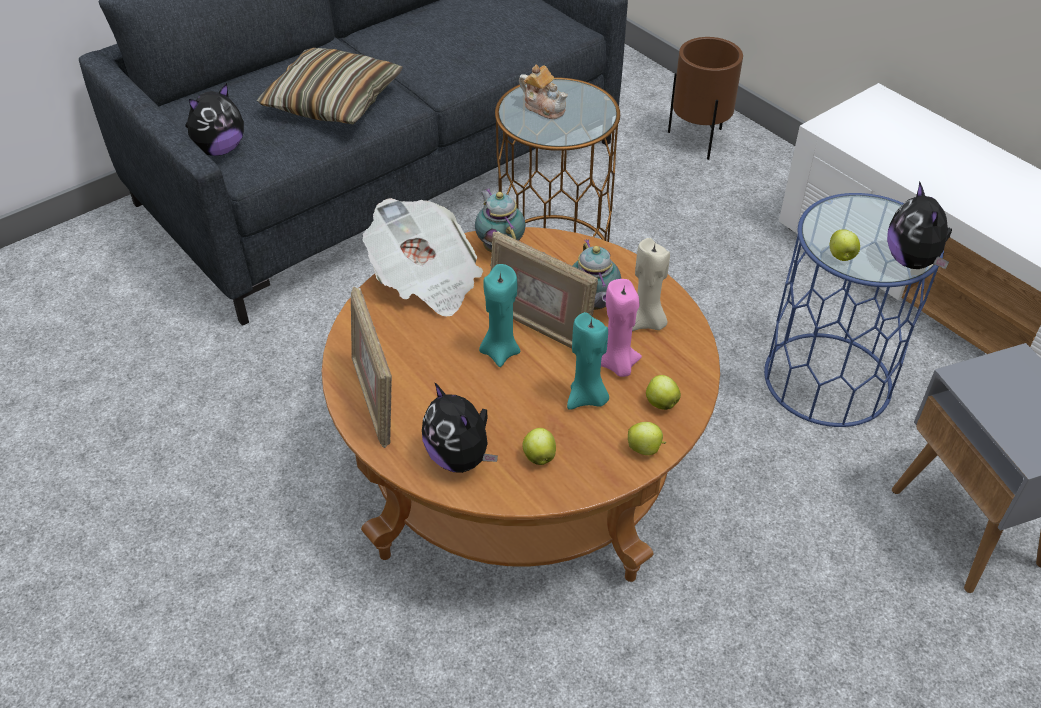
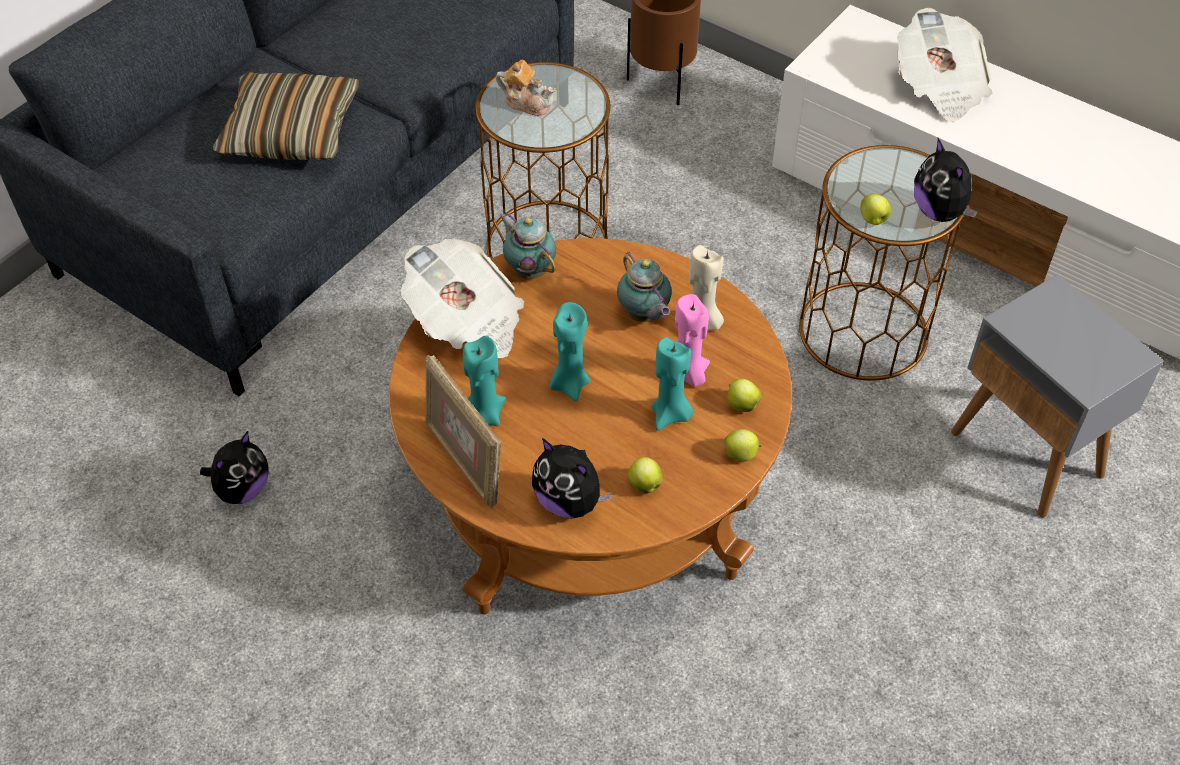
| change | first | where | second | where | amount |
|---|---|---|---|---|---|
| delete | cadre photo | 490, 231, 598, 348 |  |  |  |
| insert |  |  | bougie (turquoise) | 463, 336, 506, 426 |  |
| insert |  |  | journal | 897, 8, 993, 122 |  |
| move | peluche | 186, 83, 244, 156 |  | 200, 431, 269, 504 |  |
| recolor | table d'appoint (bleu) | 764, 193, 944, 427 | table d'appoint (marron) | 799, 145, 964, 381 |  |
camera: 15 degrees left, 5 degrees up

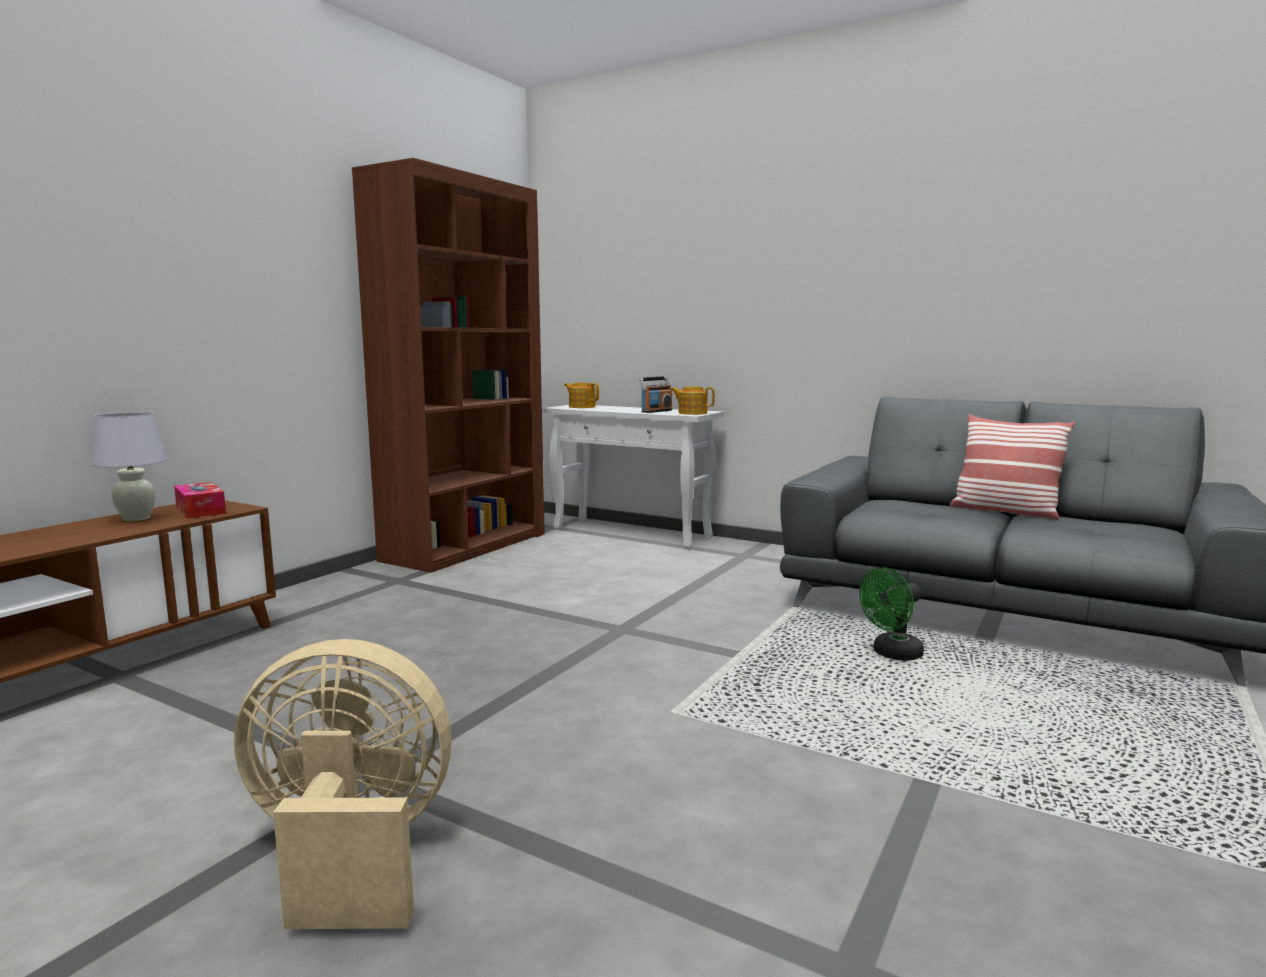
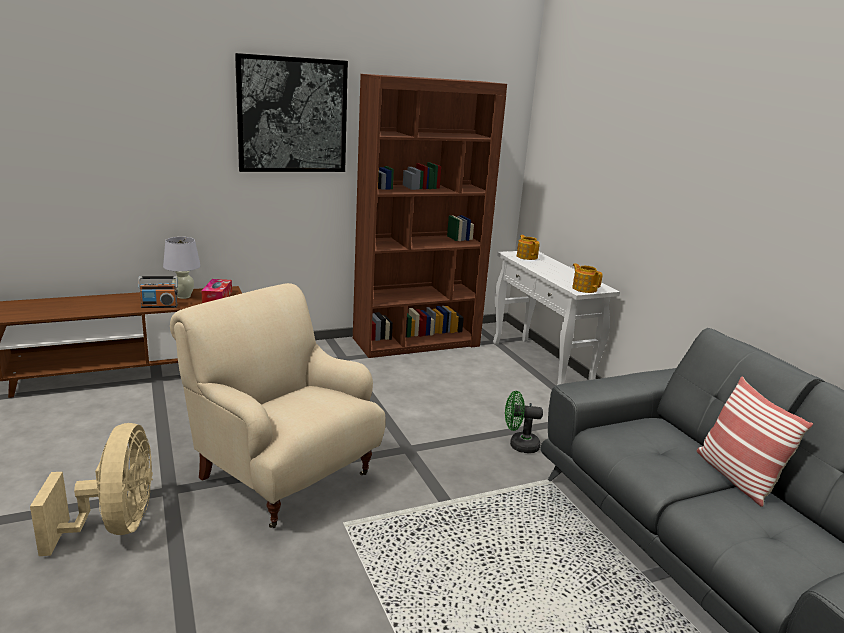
| change | first | where | second | where | amount |
|---|---|---|---|---|---|
| insert |  |  | fauteuil (beige) | 170, 283, 386, 528 |  |
| insert |  |  | tableau | 235, 53, 348, 172 |  |
| move | radio | 639, 376, 672, 413 |  | 138, 276, 178, 308 |  |
| move | ventilateur (vert) | 860, 567, 924, 661 |  | 505, 391, 543, 453 |  |
| rotate | ventilateur (beige) | 234, 639, 452, 929 |  | 30, 423, 153, 556 | 45 degrees clockwise |
camera: 35 degrees right, 10 degrees up

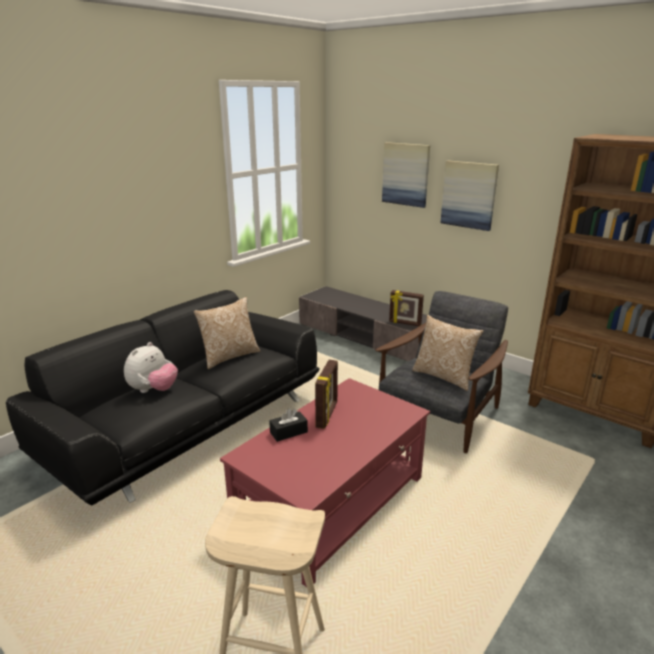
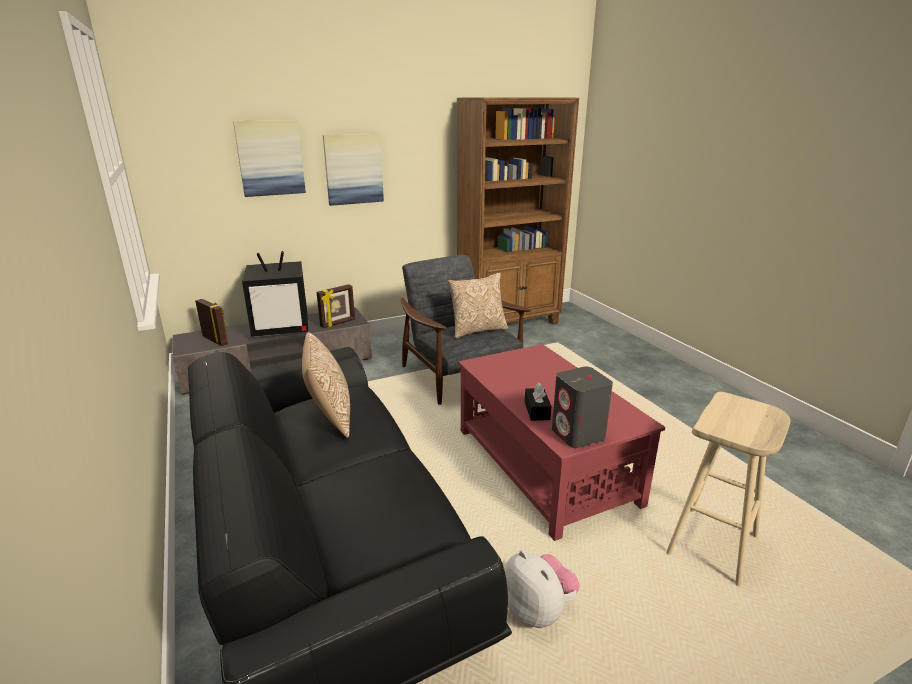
| change | first | where | second | where | amount |
|---|---|---|---|---|---|
| insert |  |  | téléviseur | 242, 251, 308, 337 |  |
| insert |  |  | enceinte (gris) | 552, 367, 613, 448 |  |
| move | peluche | 124, 342, 178, 393 |  | 504, 550, 579, 628 |  |
| move | cadre photo | 315, 360, 338, 429 |  | 195, 299, 229, 346 |  |
camera: 65 degrees left, 0 degrees up

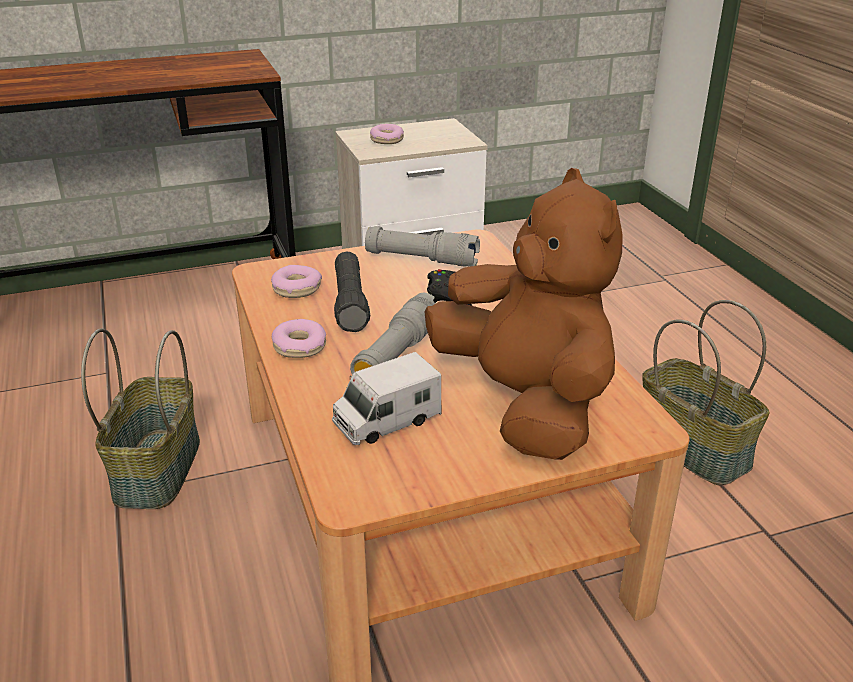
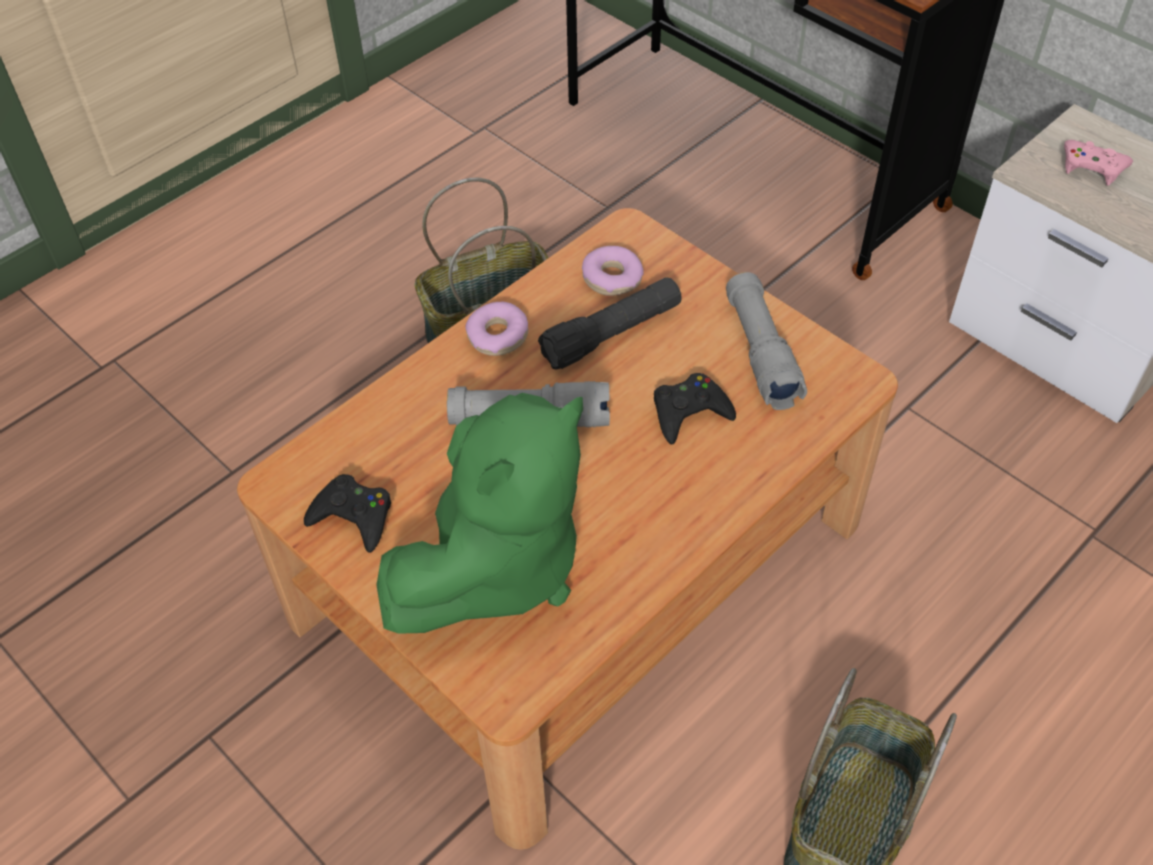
| change | first | where | second | where | amount |
|---|---|---|---|---|---|
| delete | camion jouet | 332, 352, 441, 445 |  |  |  |
| insert |  |  | manette (noir) | 304, 474, 391, 553 |  |
| replace | beignet | 370, 124, 404, 144 | manette (rose) | 1064, 140, 1133, 186 |  |
| recolor | peluche (marron) | 424, 168, 623, 460 | peluche (vert) | 376, 393, 583, 634 |  |
camera: 65 degrees right, 20 degrees up

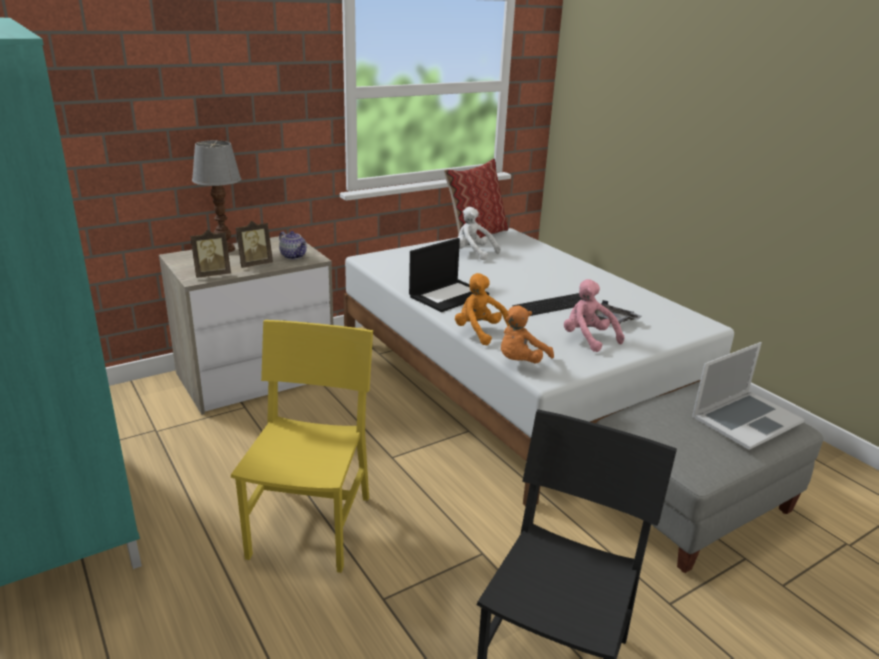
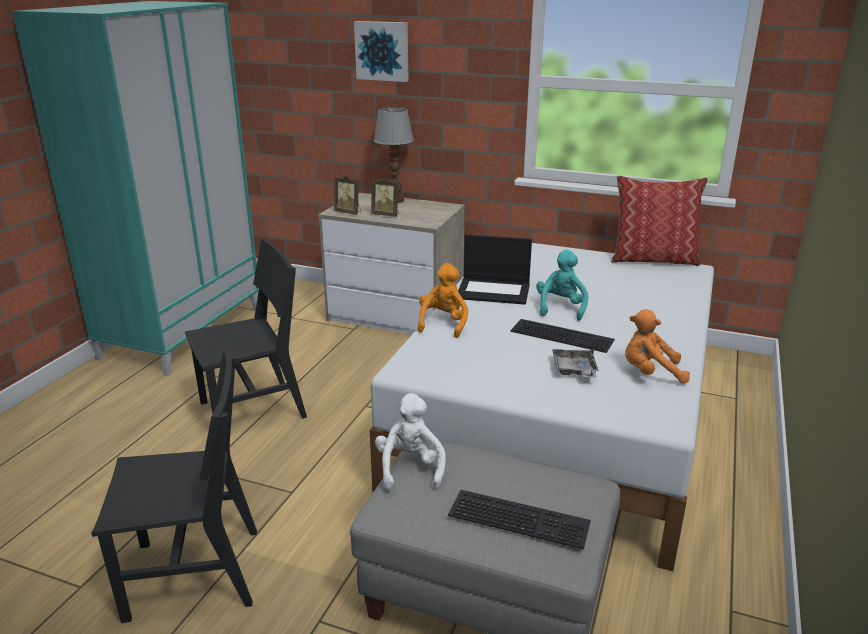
| change | first | where | second | where | amount |
|---|---|---|---|---|---|
| delete | théière | 279, 231, 307, 260 |  |  |  |
| delete | peluche (rose) | 564, 279, 624, 352 |  |  |  |
| insert |  |  | tableau | 354, 21, 409, 82 |  |
| insert |  |  | peluche (turquoise) | 536, 250, 588, 321 |  |
| move | peluche (blanc) | 458, 207, 501, 260 |  | 375, 393, 446, 490 |  |
| move | peluche (orange) | 501, 306, 554, 363 |  | 625, 309, 690, 384 |  |
| replace | ordinateur portable | 692, 342, 804, 450 | clavier | 448, 490, 591, 549 |  |
| recolor | chaise (jaune) | 231, 320, 373, 573 | chaise (noir) | 185, 239, 307, 419 |  |
camera: 55 degrees right, 0 degrees up

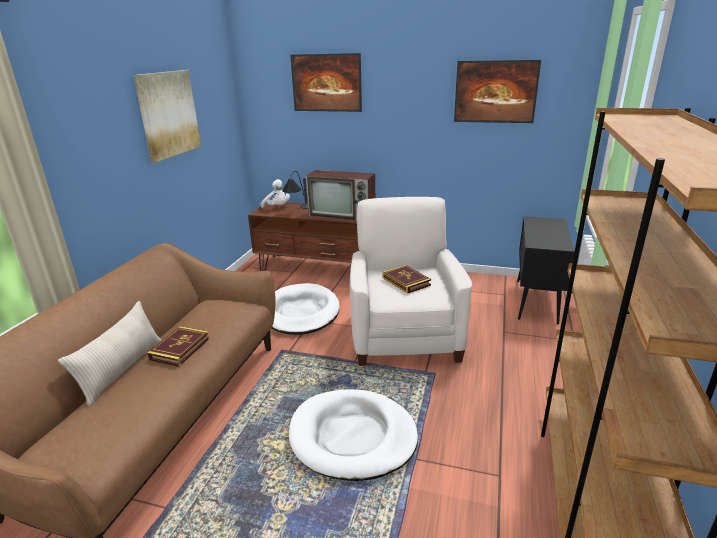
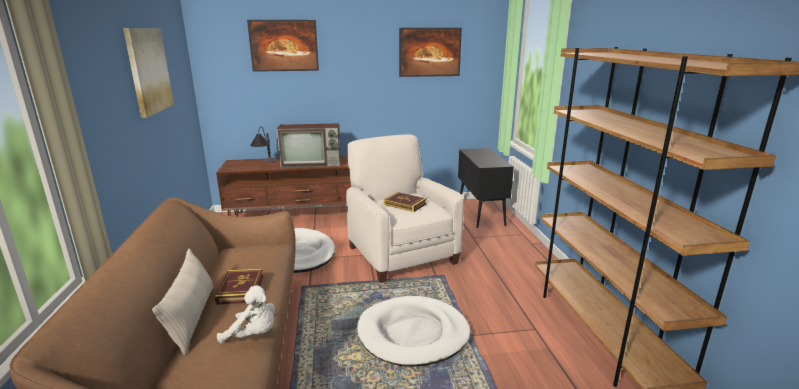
| change | first | where | second | where | amount |
|---|---|---|---|---|---|
| move | peluche (blanc) | 261, 179, 290, 208 |  | 217, 285, 275, 343 |  |
camera: 25 degrees left, 5 degrees down

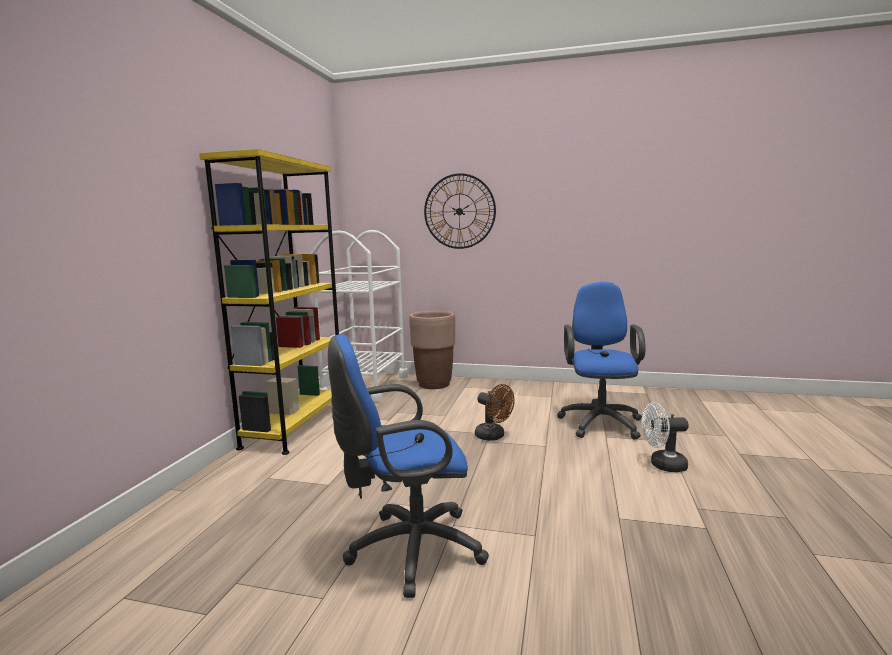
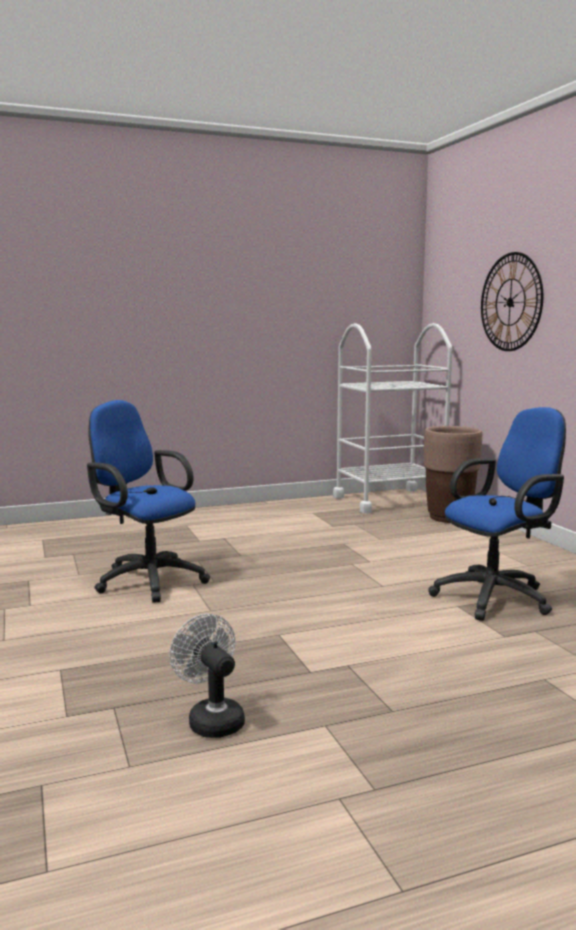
| change | first | where | second | where | amount |
|---|---|---|---|---|---|
| delete | bibliothèque (jaune) | 199, 149, 339, 455 |  |  |  |
| delete | ventilateur (marron) | 475, 384, 515, 441 |  |  |  |
| move | ventilateur (blanc) | 641, 402, 689, 472 |  | 169, 614, 245, 738 |  |
camera: 55 degrees right, 0 degrees up

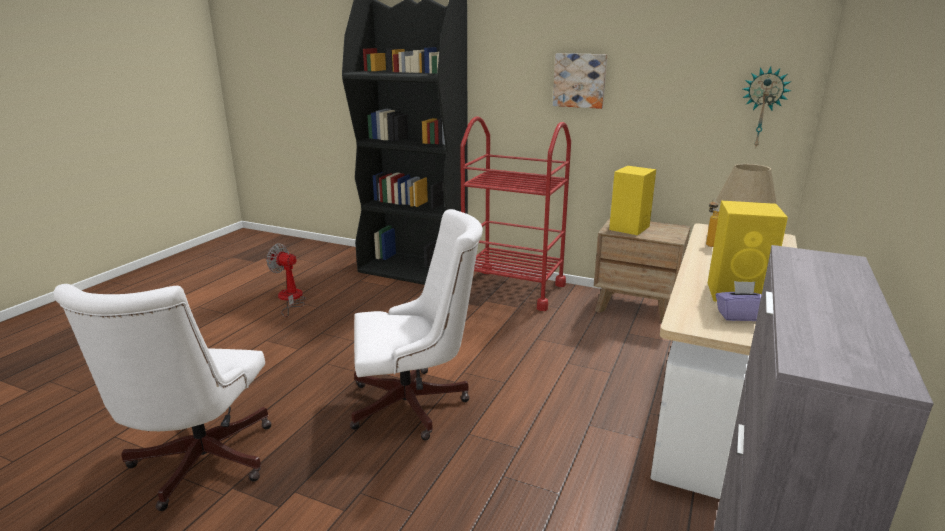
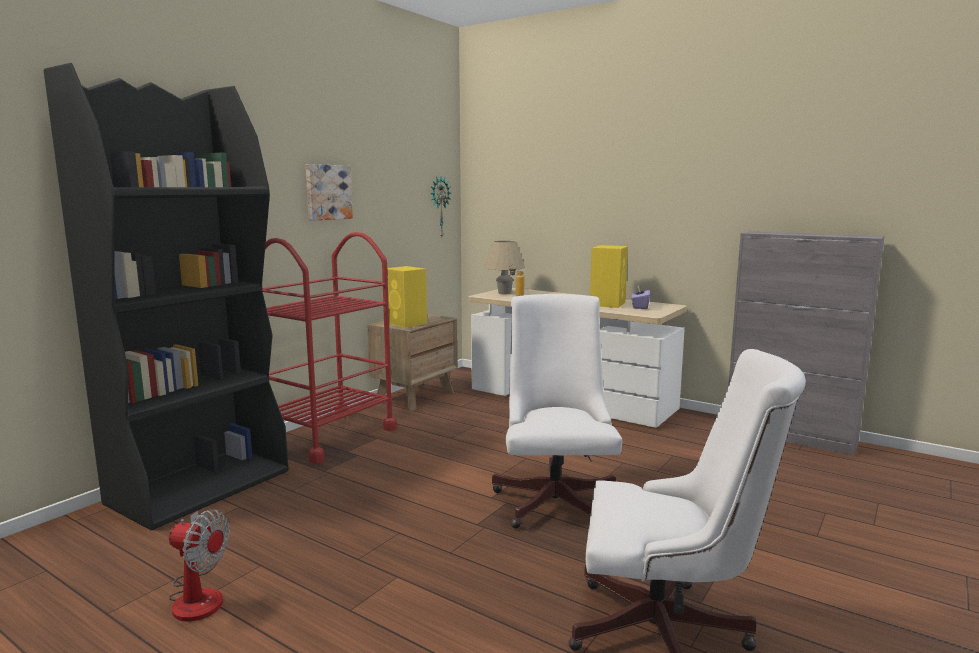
| change | first | where | second | where | amount |
|---|---|---|---|---|---|
| rotate | ventilateur | 266, 243, 306, 317 |  | 169, 509, 230, 622 | 105 degrees counterclockwise |
camera: 80 degrees left, 10 degrees down

